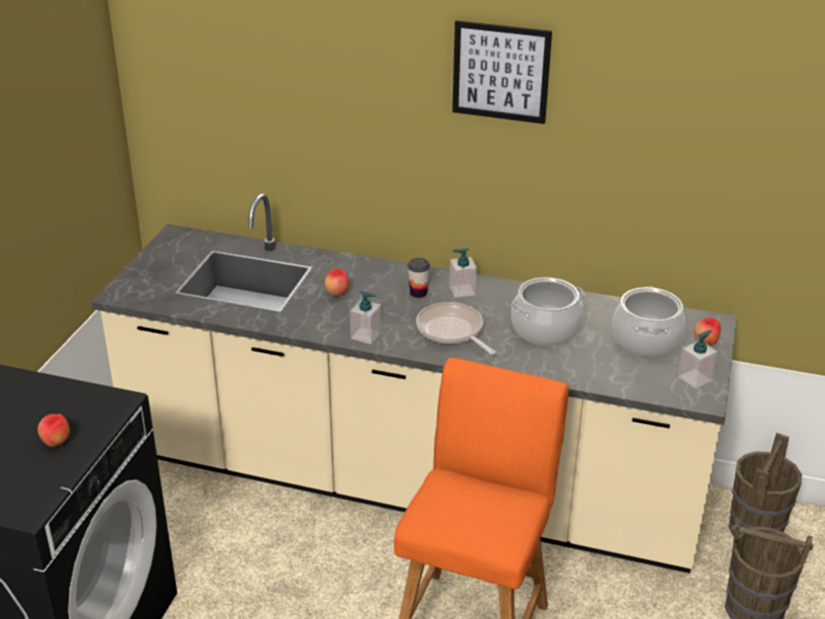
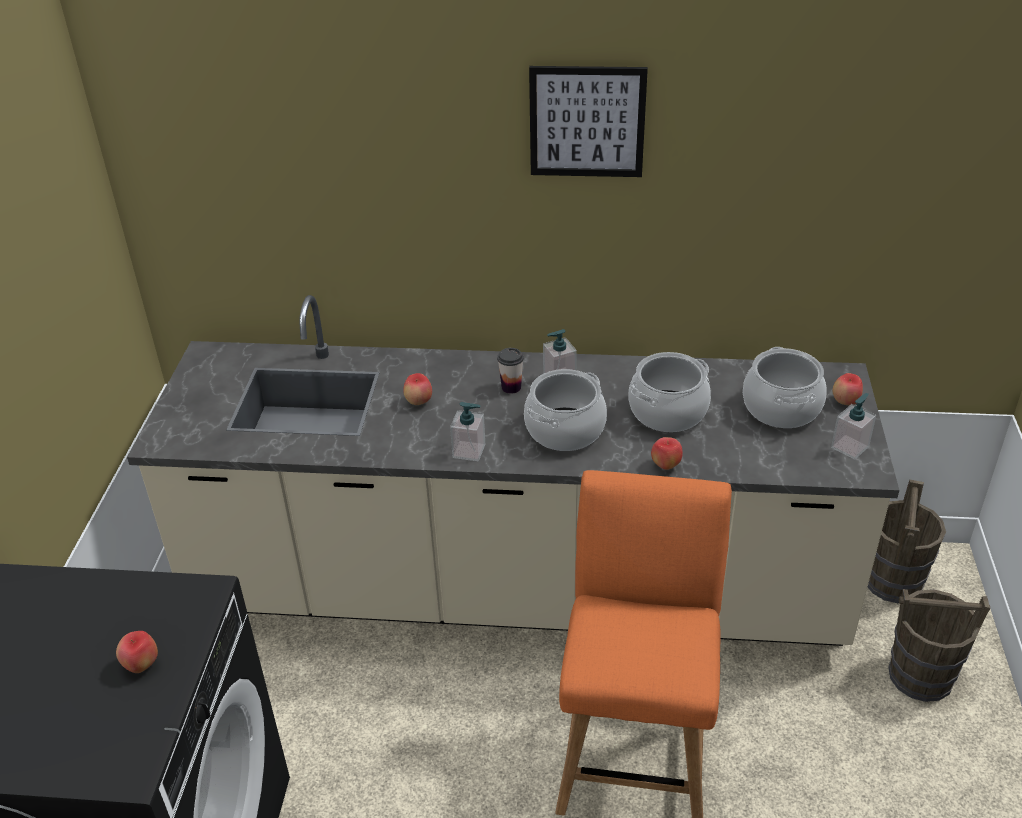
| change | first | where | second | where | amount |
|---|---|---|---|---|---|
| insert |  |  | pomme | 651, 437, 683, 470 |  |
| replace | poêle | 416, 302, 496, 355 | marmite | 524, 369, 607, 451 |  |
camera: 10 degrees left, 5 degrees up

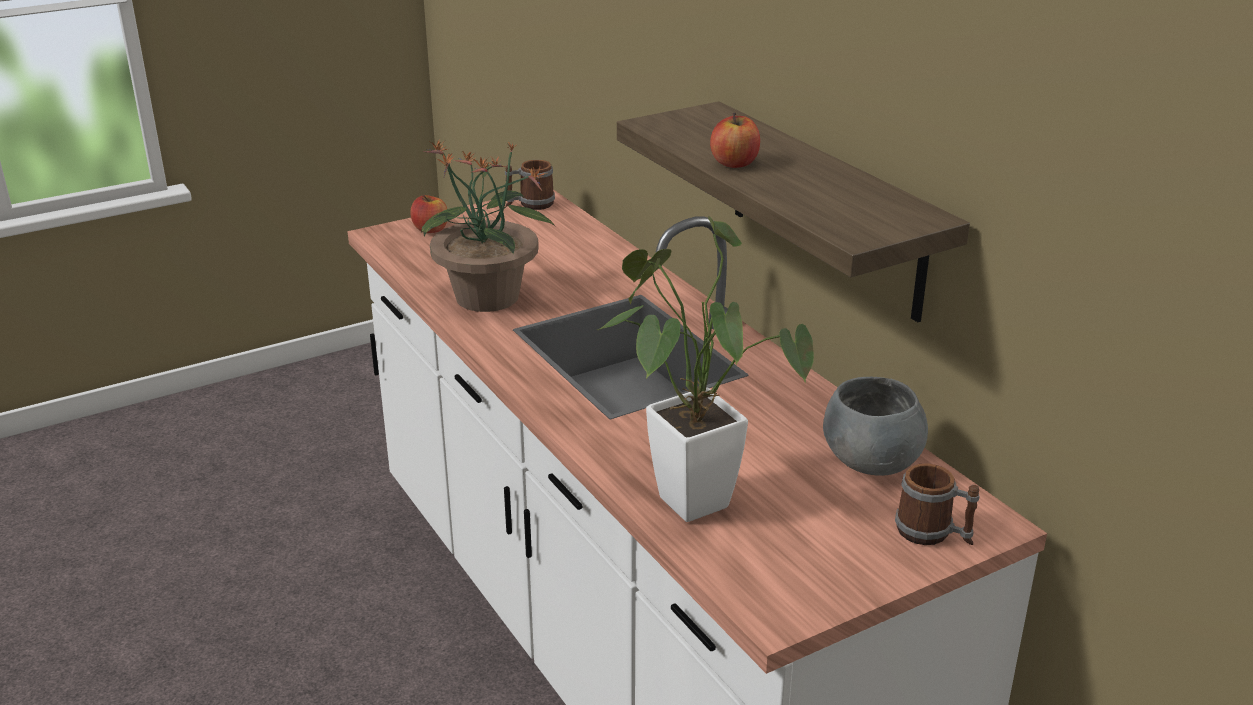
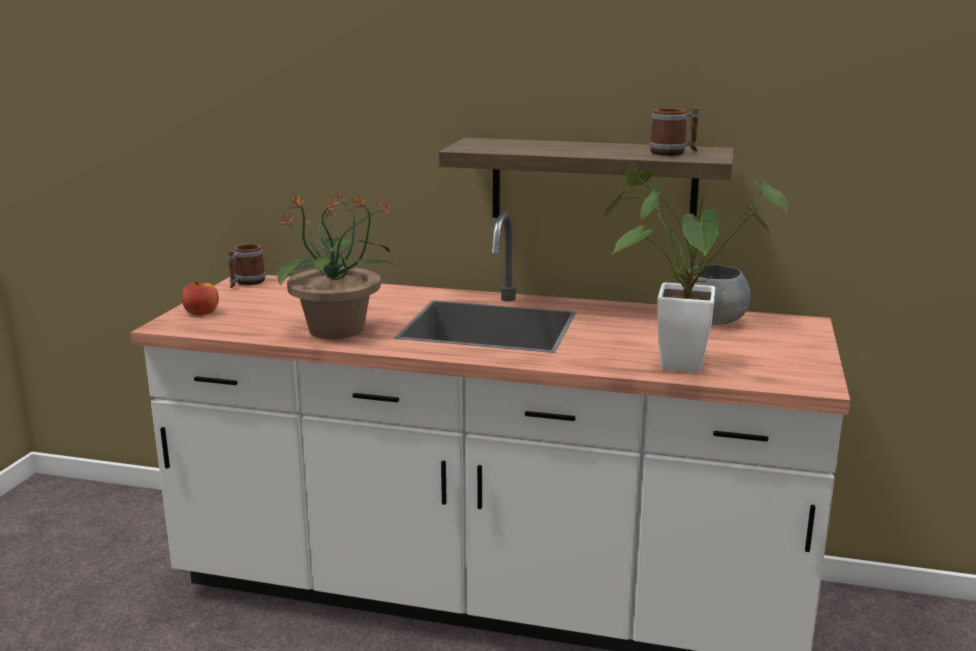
| change | first | where | second | where | amount |
|---|---|---|---|---|---|
| delete | pomme | 710, 113, 760, 168 |  |  |  |
| move | mug | 895, 463, 979, 545 |  | 649, 107, 699, 156 |  |
camera: 45 degrees left, 10 degrees down

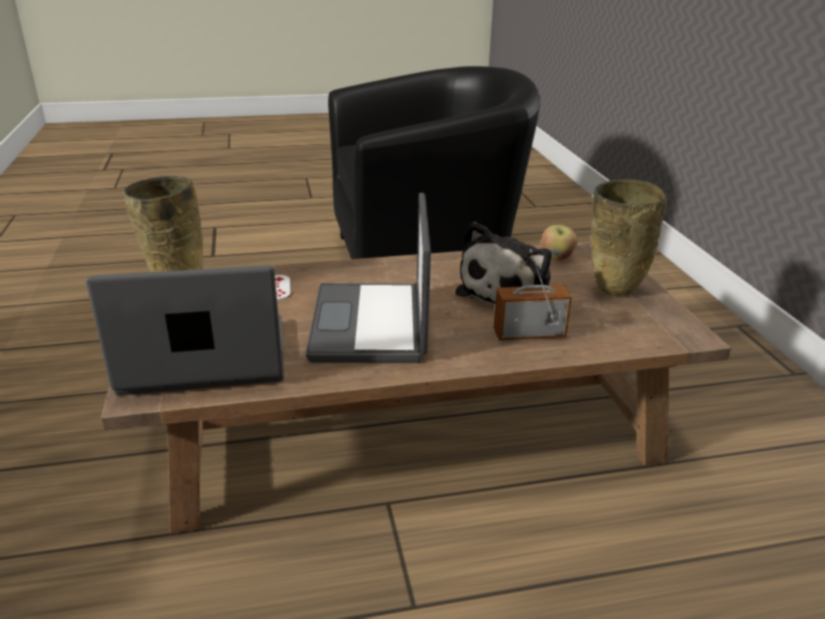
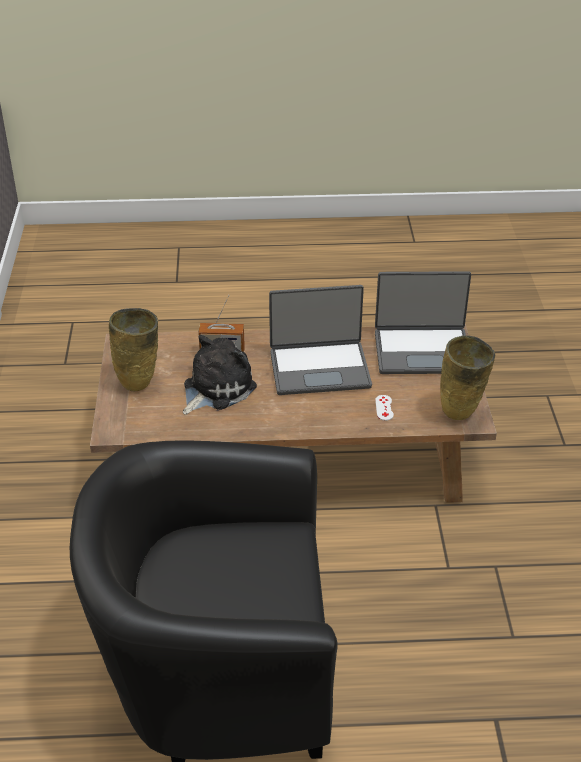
| change | first | where | second | where | amount |
|---|---|---|---|---|---|
| delete | pomme | 541, 225, 577, 260 |  |  |  |
| rotate | ordinateur portable | 306, 193, 431, 363 |  | 269, 285, 372, 395 | 75 degrees clockwise |
camera: 170 degrees left, 10 degrees up

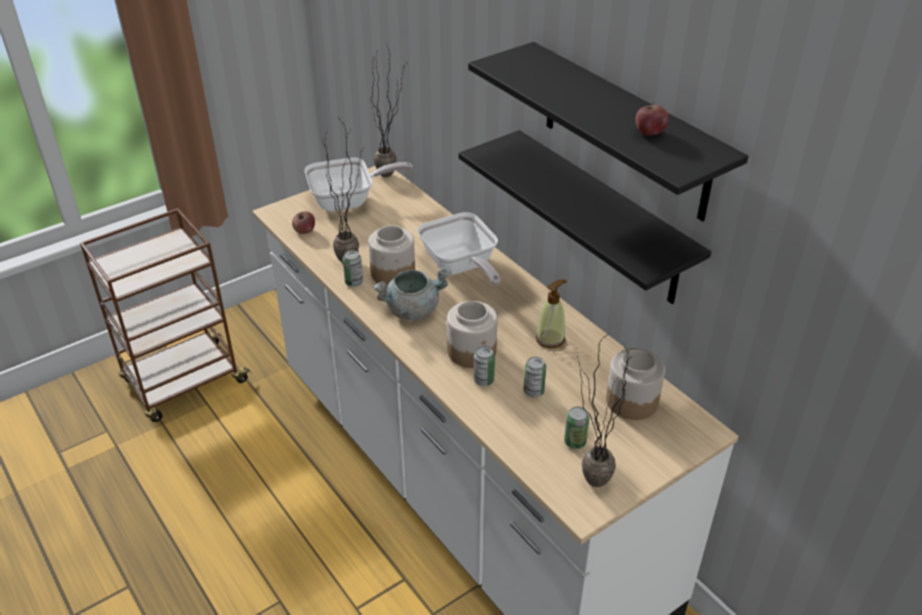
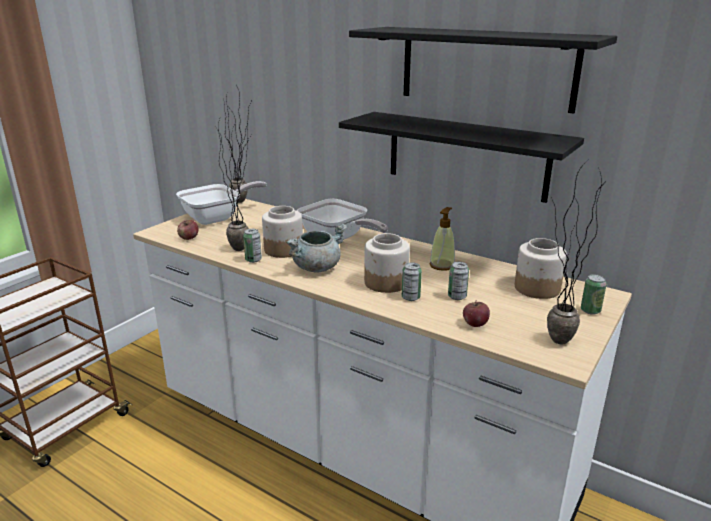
| change | first | where | second | where | amount |
|---|---|---|---|---|---|
| move | boîte métallique | 564, 407, 589, 449 |  | 581, 274, 607, 315 |  |
| move | pomme | 635, 102, 669, 136 |  | 463, 300, 490, 327 |  |
camera: 20 degrees left, 15 degrees down

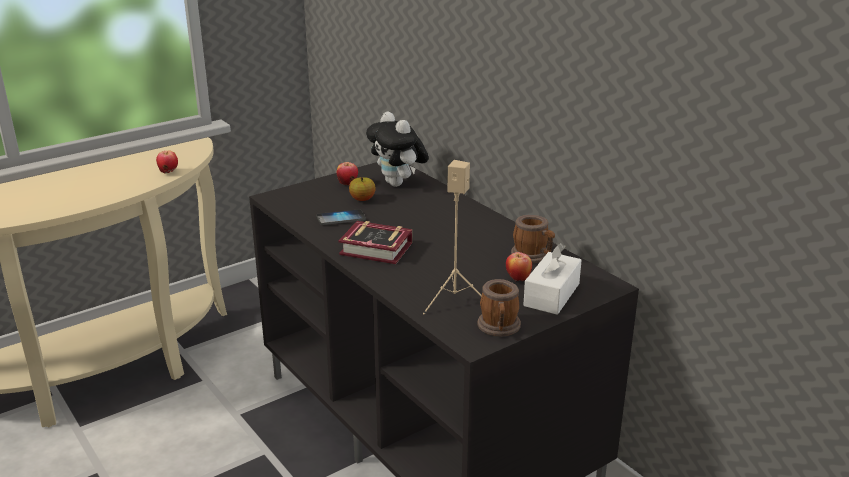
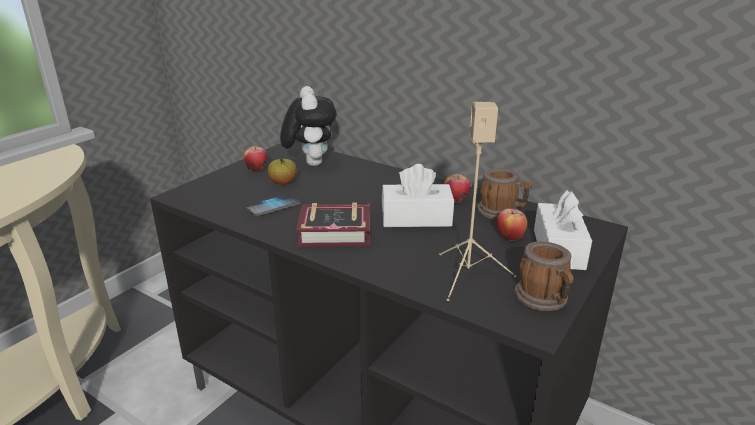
| change | first | where | second | where | amount |
|---|---|---|---|---|---|
| insert |  |  | boîte à mouchoirs (blanc) | 382, 164, 454, 227 |  |
| move | pomme | 156, 151, 178, 174 |  | 444, 174, 470, 203 |  |
| rotate | peluche | 366, 112, 429, 187 |  | 280, 86, 336, 166 | 135 degrees counterclockwise |
camera: 20 degrees left, 0 degrees up

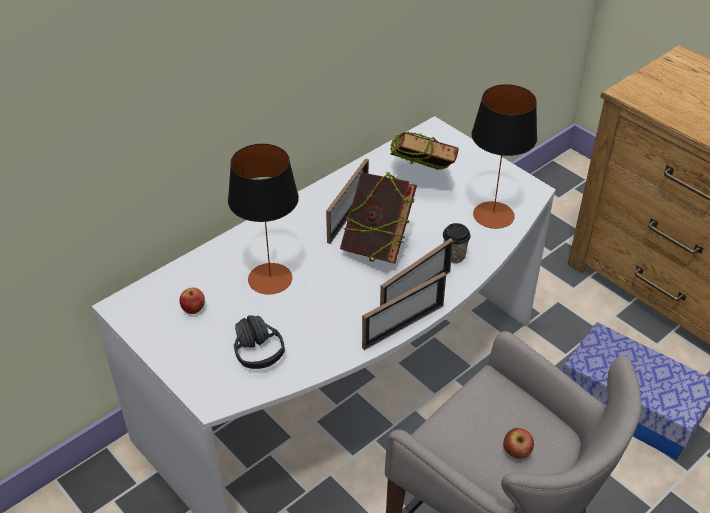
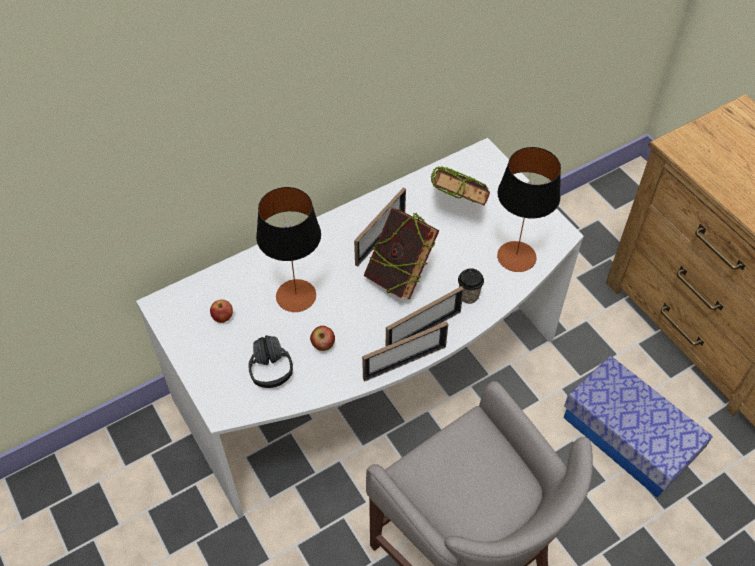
| change | first | where | second | where | amount |
|---|---|---|---|---|---|
| move | pomme | 503, 428, 534, 459 |  | 310, 326, 335, 351 |  |
camera: 10 degrees right, 10 degrees up

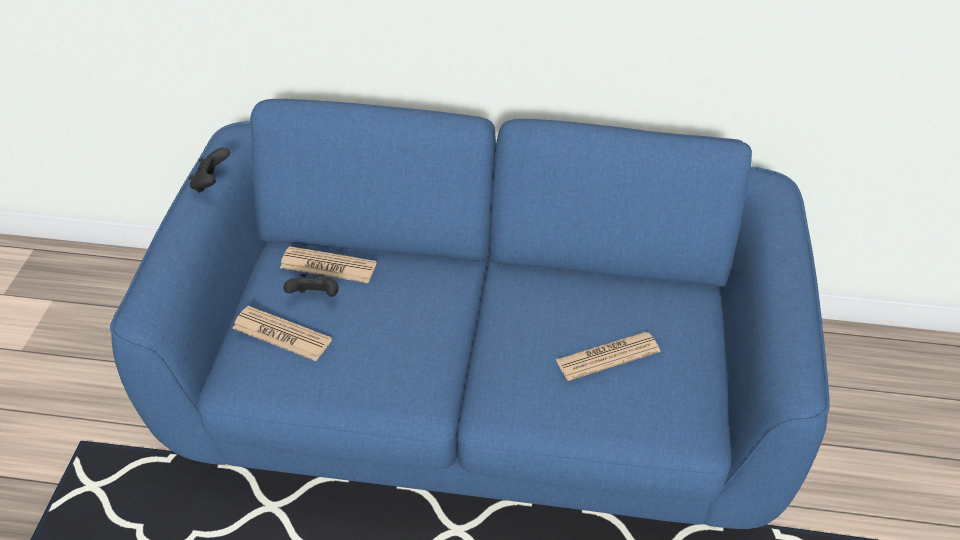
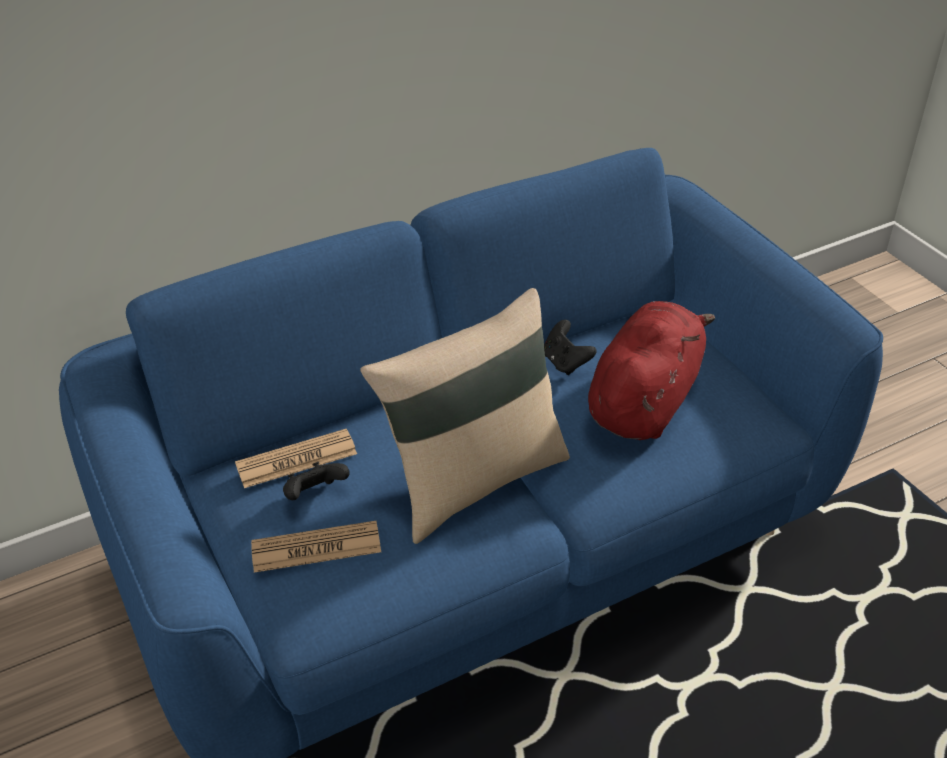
| change | first | where | second | where | amount |
|---|---|---|---|---|---|
| insert |  |  | coussin (beige) | 360, 288, 570, 544 |  |
| move | manette (noir) | 189, 147, 230, 193 |  | 544, 320, 597, 375 |  |
| replace | journal | 555, 332, 660, 381 | peluche (rouge) | 588, 301, 715, 440 |  |
camera: 35 degrees left, 5 degrees down

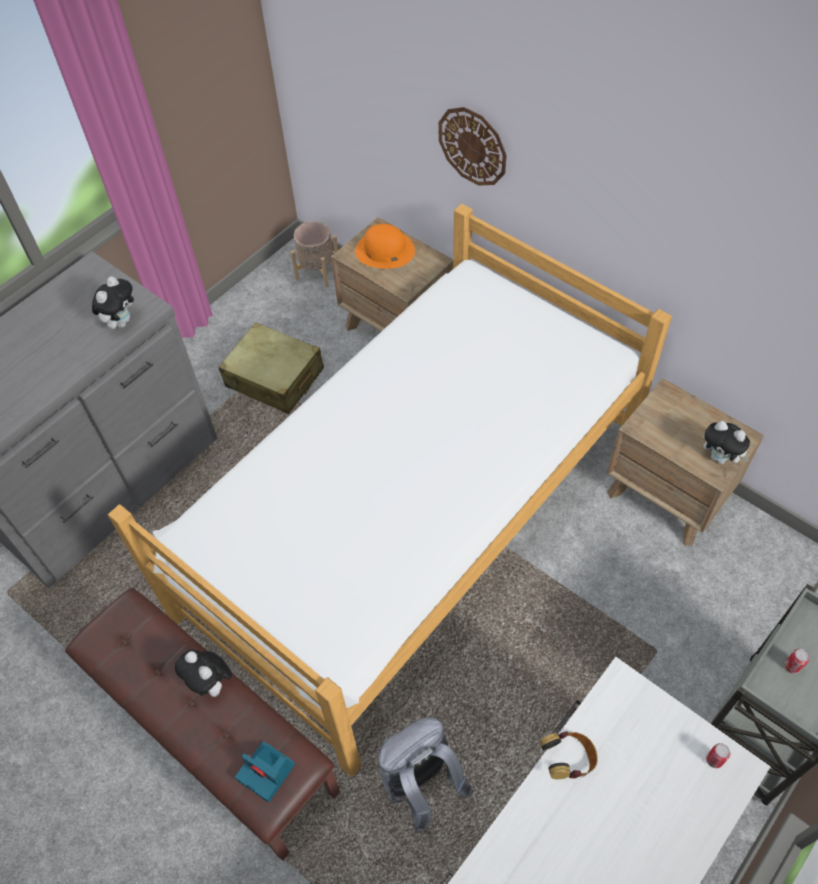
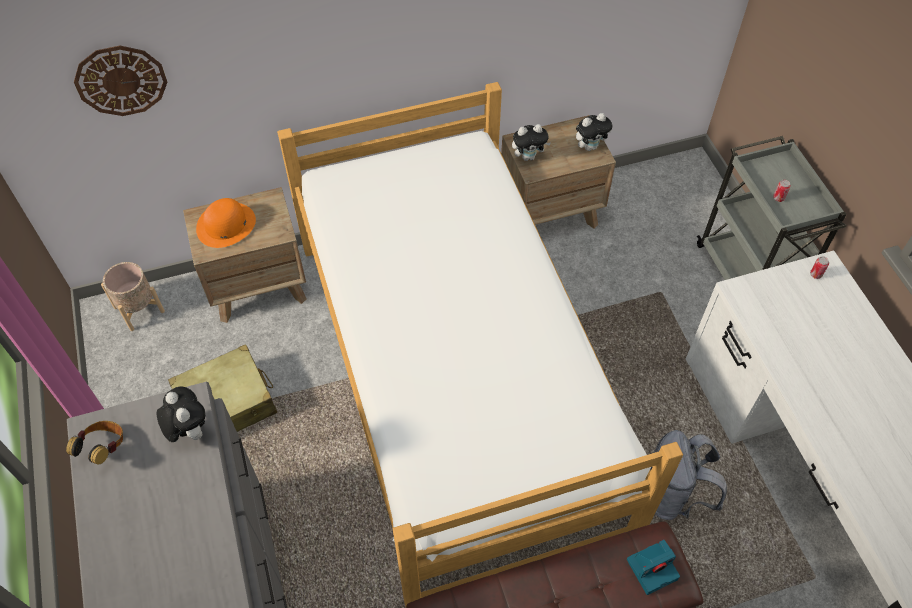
| change | first | where | second | where | amount |
|---|---|---|---|---|---|
| move | peluche | 175, 650, 232, 698 |  | 512, 124, 551, 161 |  |
| move | horloge murale | 439, 107, 507, 186 |  | 74, 46, 167, 116 |  |
| move | casque audio | 540, 731, 598, 779 |  | 66, 421, 123, 465 |  |
camera: 60 degrees left, 0 degrees up

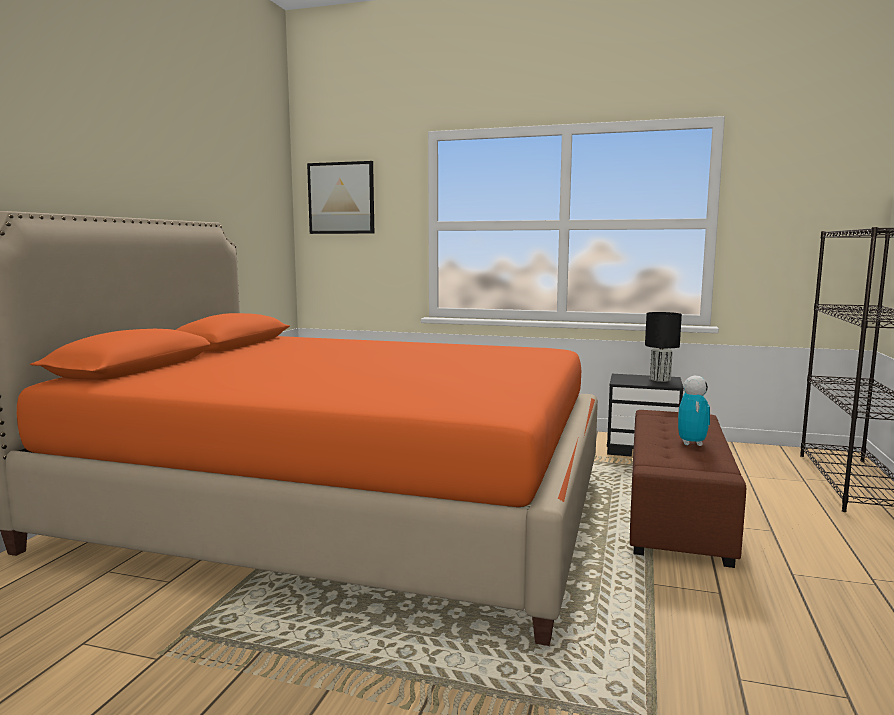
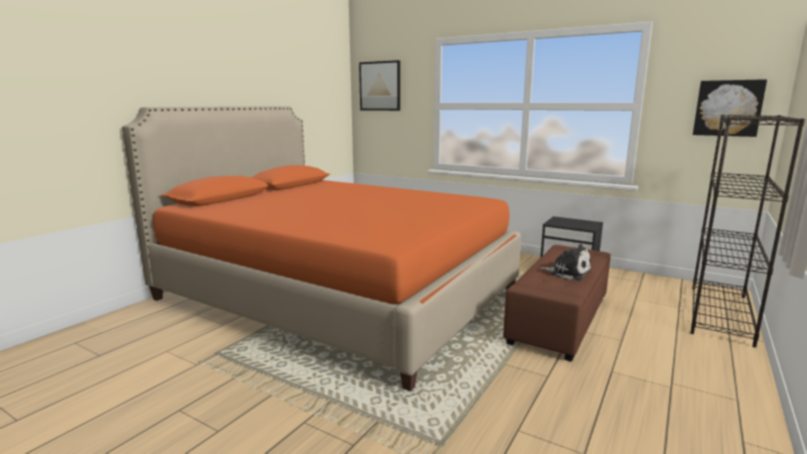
| change | first | where | second | where | amount |
|---|---|---|---|---|---|
| delete | lampe de table (noir) | 645, 312, 682, 382 |  |  |  |
| insert |  |  | tableau | 693, 79, 767, 137 |  |
| replace | robot jouet | 678, 376, 710, 446 | peluche | 539, 244, 591, 280 |  |
camera: 15 degrees right, 5 degrees up

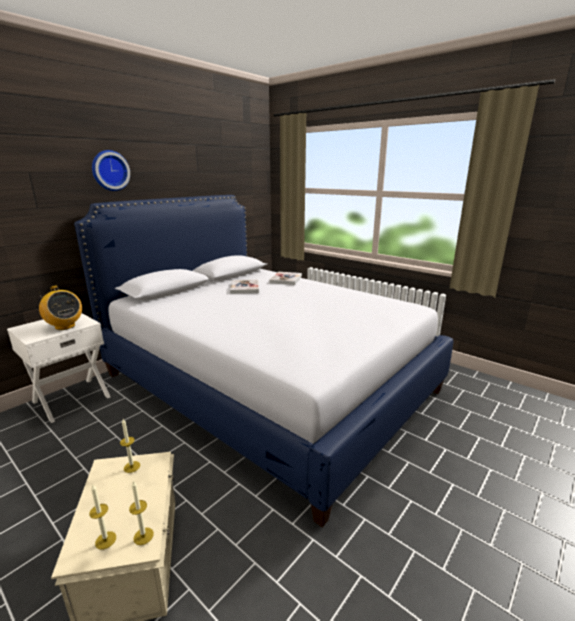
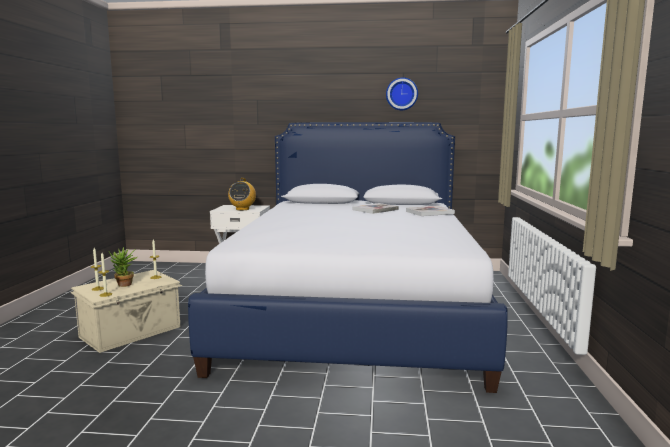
| change | first | where | second | where | amount |
|---|---|---|---|---|---|
| insert |  |  | plante en pot | 109, 247, 137, 287 |  |
| move | horloge murale | 92, 150, 130, 191 |  | 386, 77, 418, 110 |  |
camera: 55 degrees right, 10 degrees down

